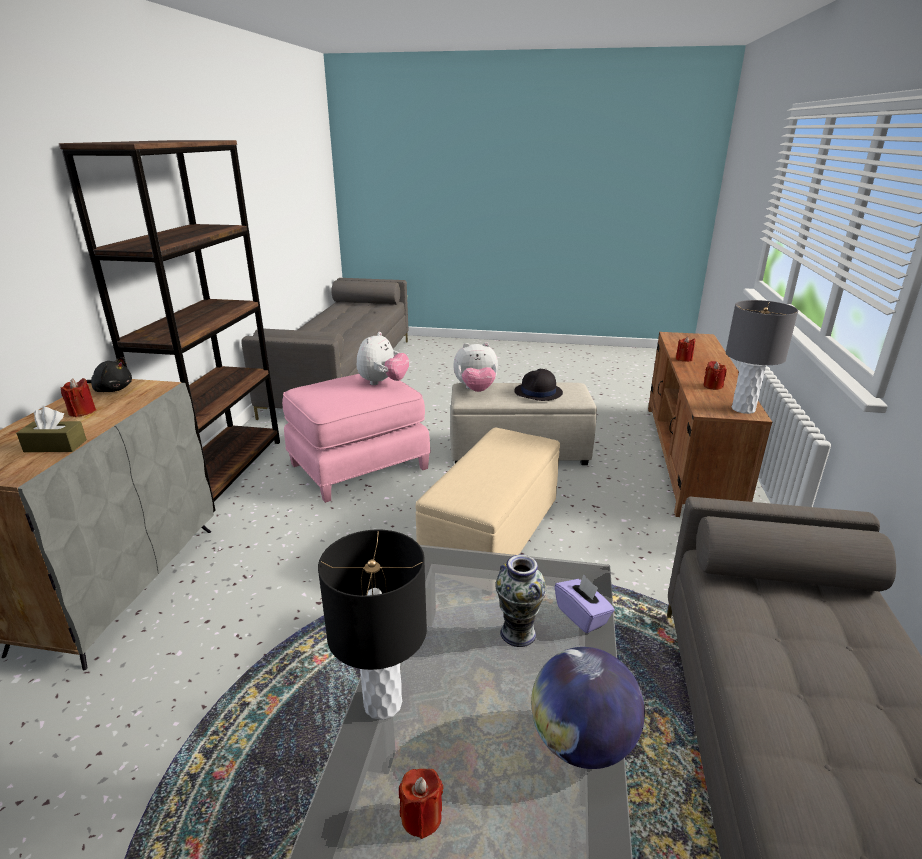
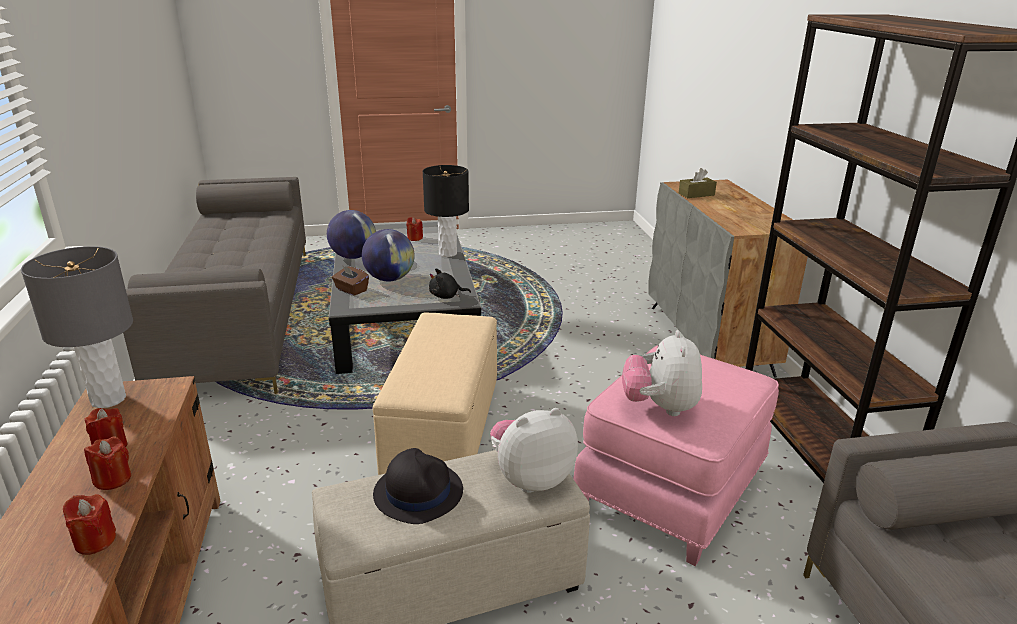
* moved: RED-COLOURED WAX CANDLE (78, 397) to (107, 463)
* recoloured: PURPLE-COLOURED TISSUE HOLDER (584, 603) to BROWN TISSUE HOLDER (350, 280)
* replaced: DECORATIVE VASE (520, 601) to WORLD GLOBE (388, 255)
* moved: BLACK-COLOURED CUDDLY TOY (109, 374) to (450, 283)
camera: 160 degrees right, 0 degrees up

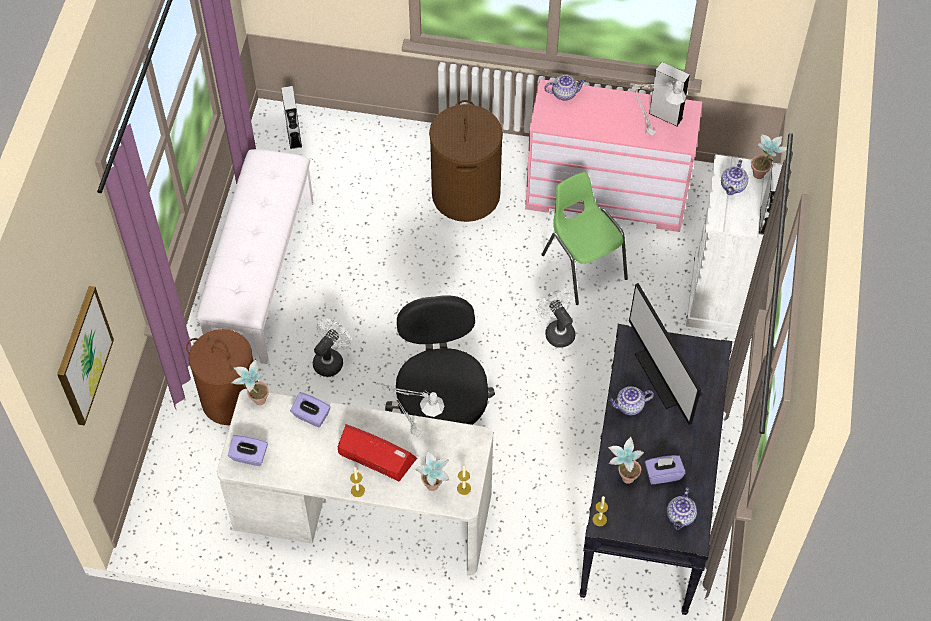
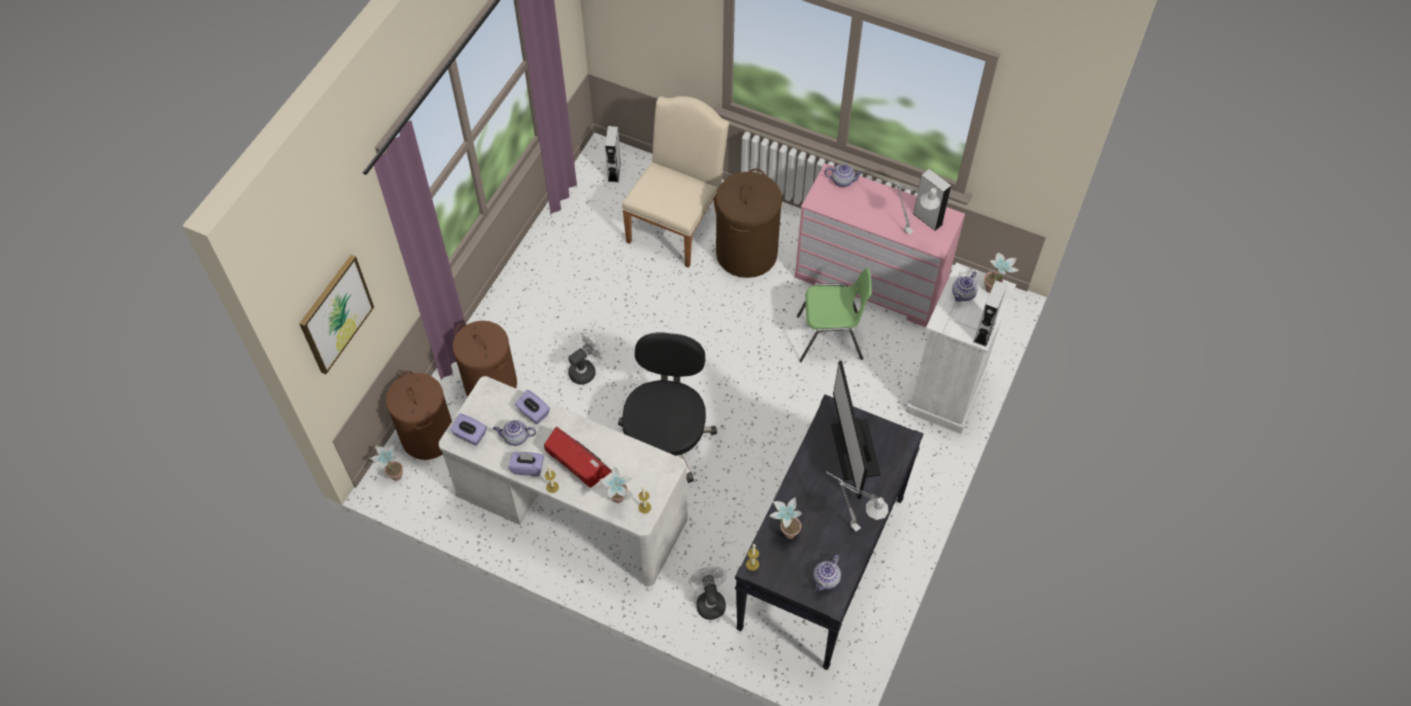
* moved: POTTED PLANT (250, 382) to (386, 462)
* added: BROWN HAMPER (419, 415)
* moved: POT FOR TEA (631, 400) to (514, 433)
* moved: PURPLE-COLOURED TISSUE HOLDER (665, 469) to (526, 464)
* added: BEIGE UPRIGHT CHAIR (675, 182)
* moved: WHITE COOLING FAN (556, 318) to (708, 593)
* turned: GREEN UPRIGHT CHAIR (584, 238) = (834, 315) 105 degrees clockwise
* moved: GRAY TABLE LAMP (408, 409) to (857, 501)
* removed: WHITE BENCH (255, 256)
camera: 15 degrees right, 0 degrees up

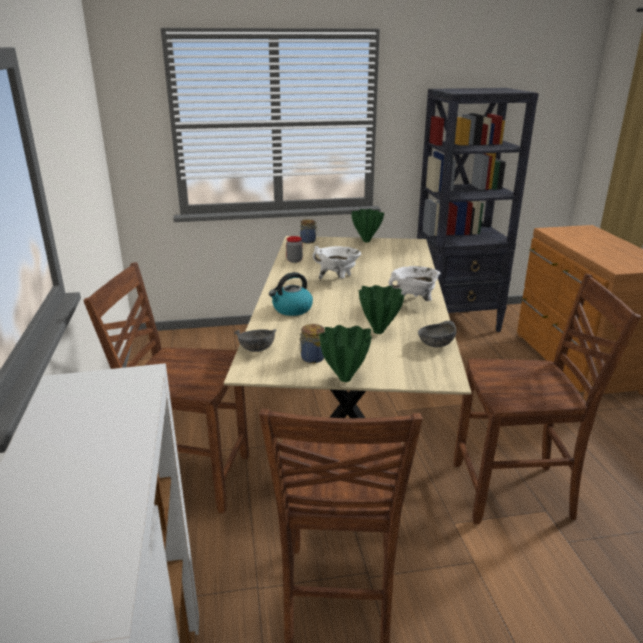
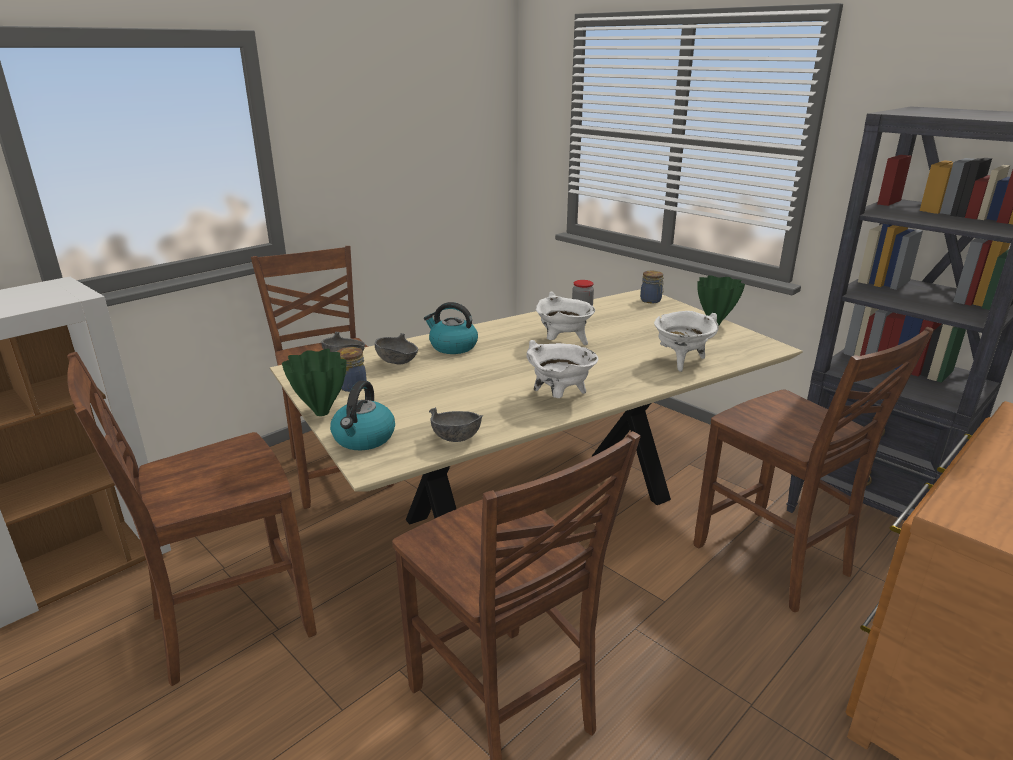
* added: KETTLE (362, 415)
* added: GRAY BOWL (396, 349)
* added: WHITE STOCKPOT (686, 341)
* added: BROWN UPRIGHT CHAIR (814, 469)
* removed: GREEN DECORATIVE VASE (381, 309)
camera: 55 degrees right, 0 degrees up

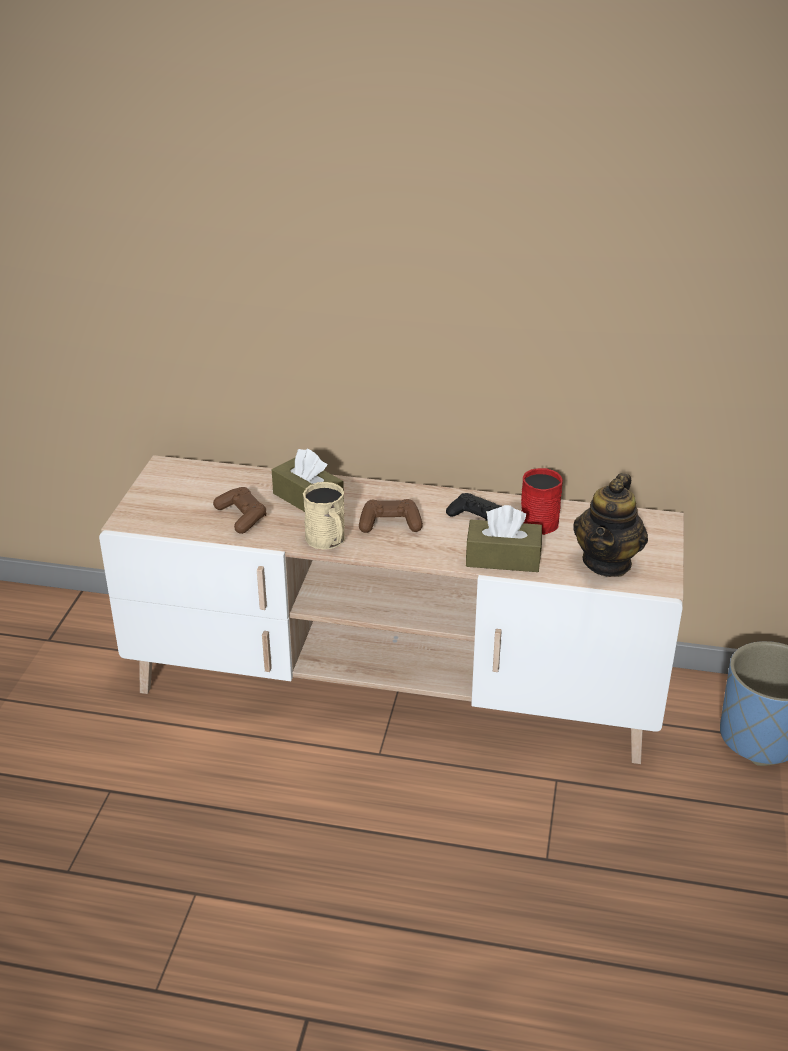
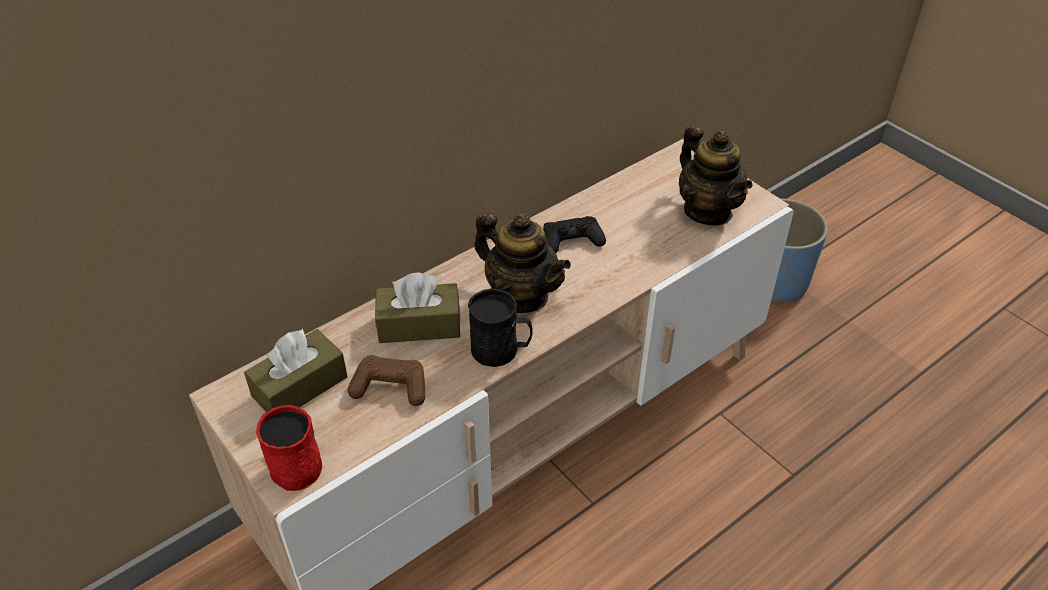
* moved: BROWN TISSUE HOLDER (504, 538) to (296, 370)
* moved: RED-COLOURED TEA MUG (542, 501) to (289, 448)
* recoloured: BEIGE TEA MUG (324, 515) to BLACK-COLOURED TEA MUG (500, 328)
* replaced: BROWN GAME CONTROLLER (391, 516) to POT FOR TEA (522, 262)
camera: 50 degrees left, 10 degrees up

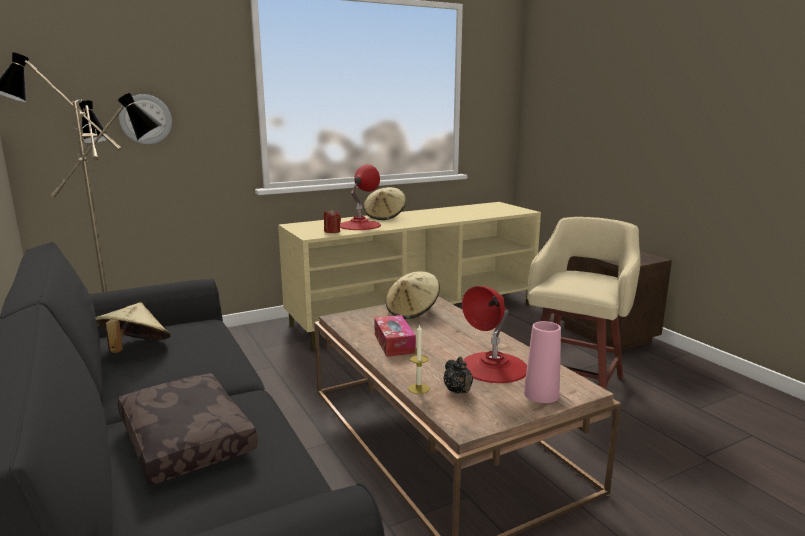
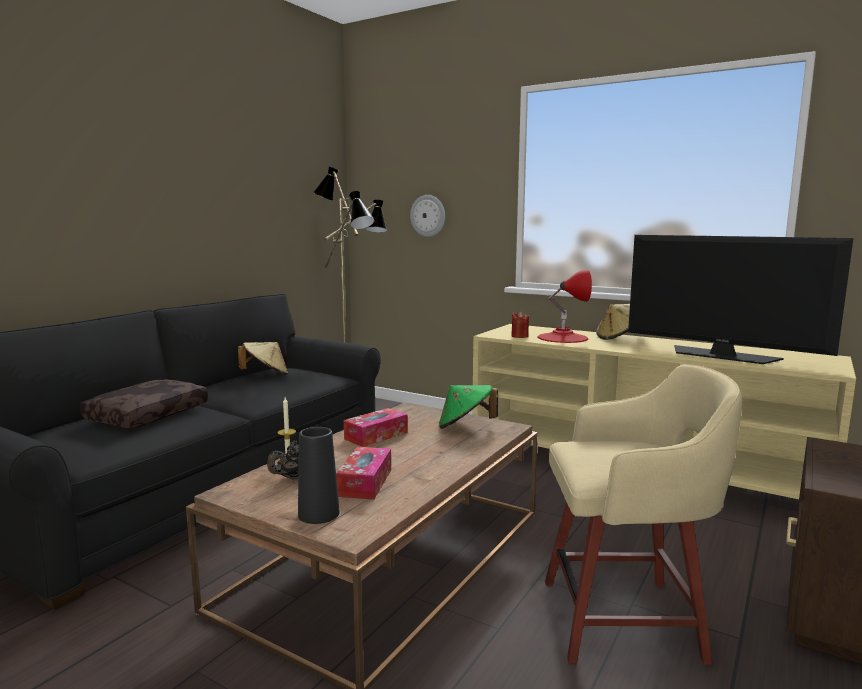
* recoloured: PINK DECORATIVE VASE (542, 362) to BLACK-COLOURED DECORATIVE VASE (319, 475)
* replaced: RED-COLOURED TABLE LAMP (494, 334) to TISSUE HOLDER (363, 473)
* recoloured: BEIGE WEARABLE HAT (413, 295) to GREEN WEARABLE HAT (468, 407)
* added: TELEVISION (740, 299)
camera: 60 degrees right, 5 degrees down

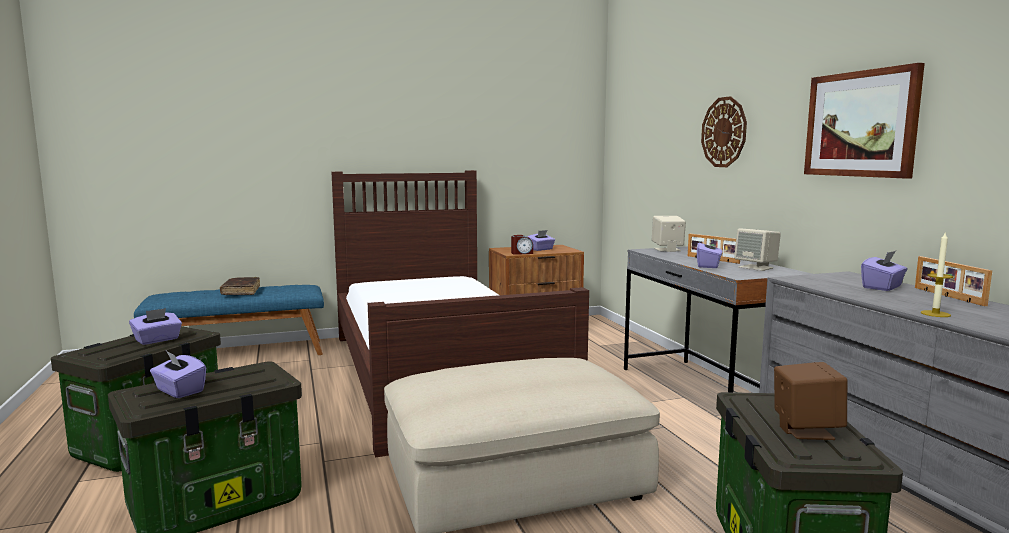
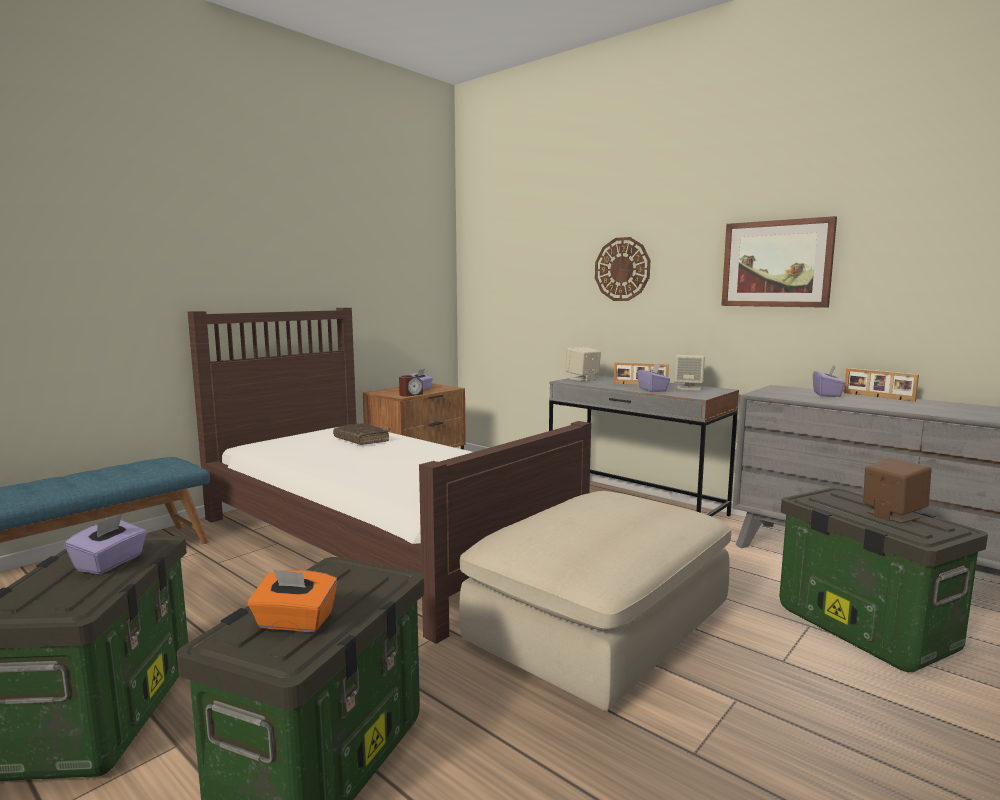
* recoloured: PURPLE-COLOURED TISSUE HOLDER (178, 374) to ORANGEY TISSUE HOLDER (293, 600)
* moved: BROWN BOOK (240, 286) to (361, 434)
* removed: WAX CANDLE (937, 274)
camera: 30 degrees left, 0 degrees up

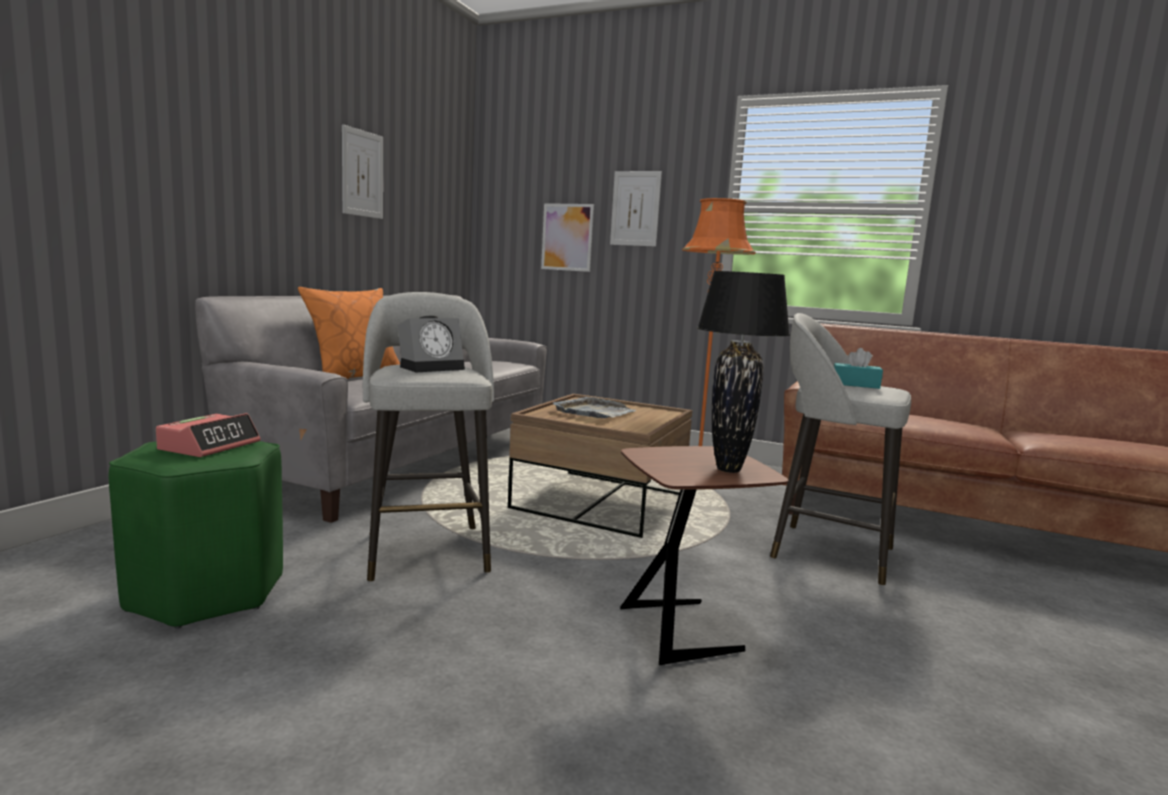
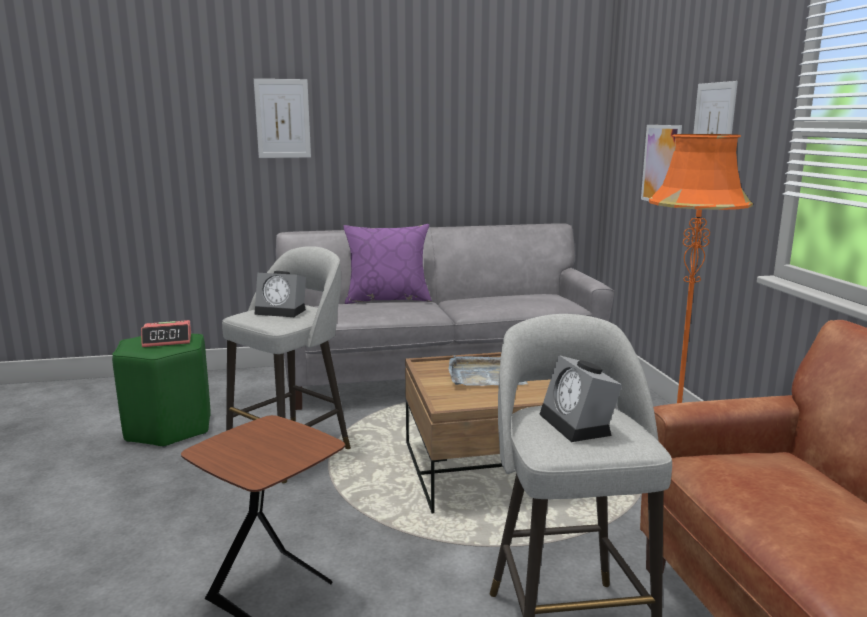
* moved: WALL PICTURE (362, 171) to (282, 118)
* recoloured: ORANGEY THROW PILLOW (349, 333) to PURPLE-COLOURED THROW PILLOW (387, 264)
* replaced: TURQUOISE TISSUE HOLDER (858, 368) to ALARM CLOCK (580, 398)
* removed: BLACK-COLOURED TABLE LAMP (743, 372)
camera: 55 degrees right, 5 degrees up

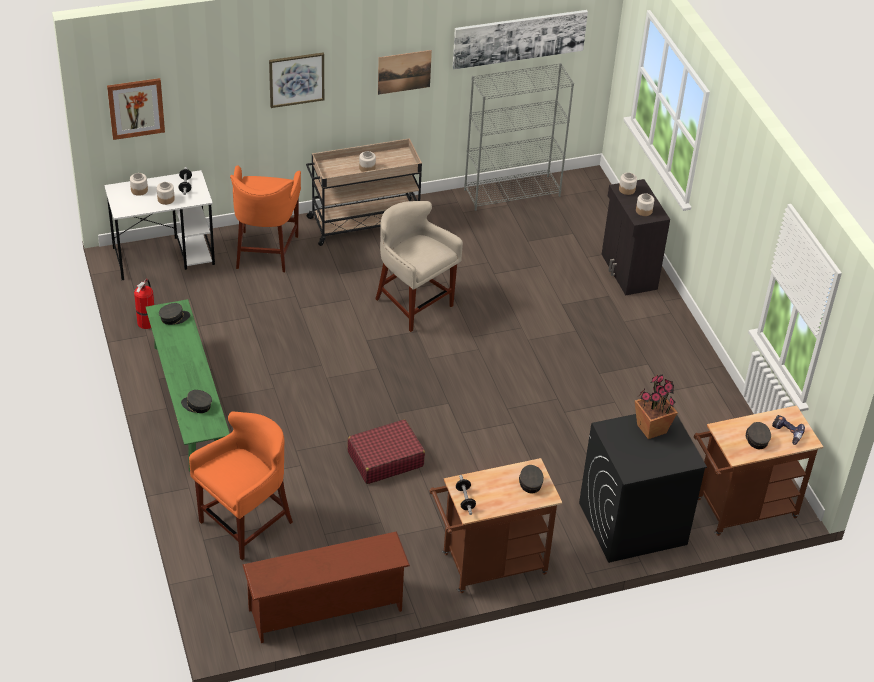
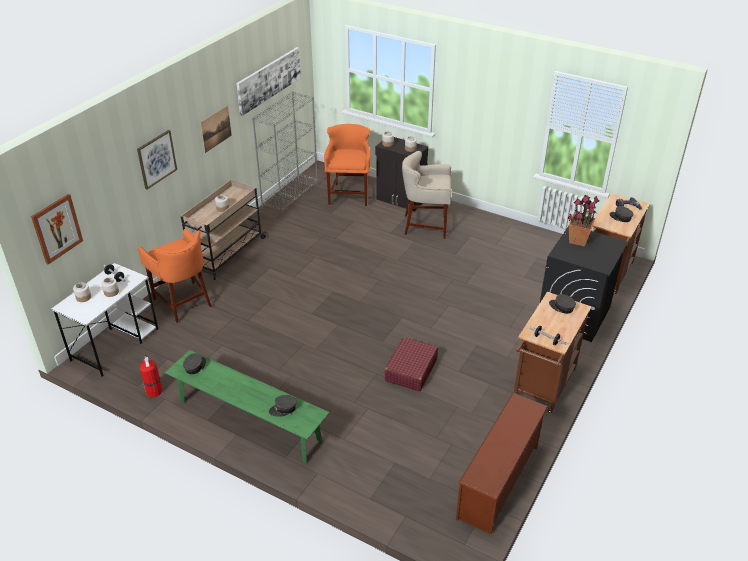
* moved: ORANGEY SITTING STOOL (241, 485) to (347, 165)
* moved: BEIGE SITTING STOOL (419, 266) to (426, 195)
camera: 40 degrees left, 5 degrees down

